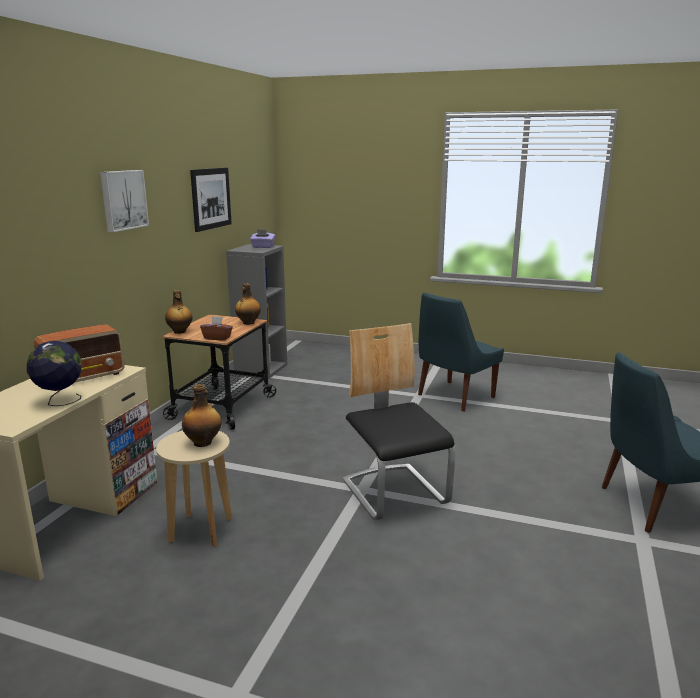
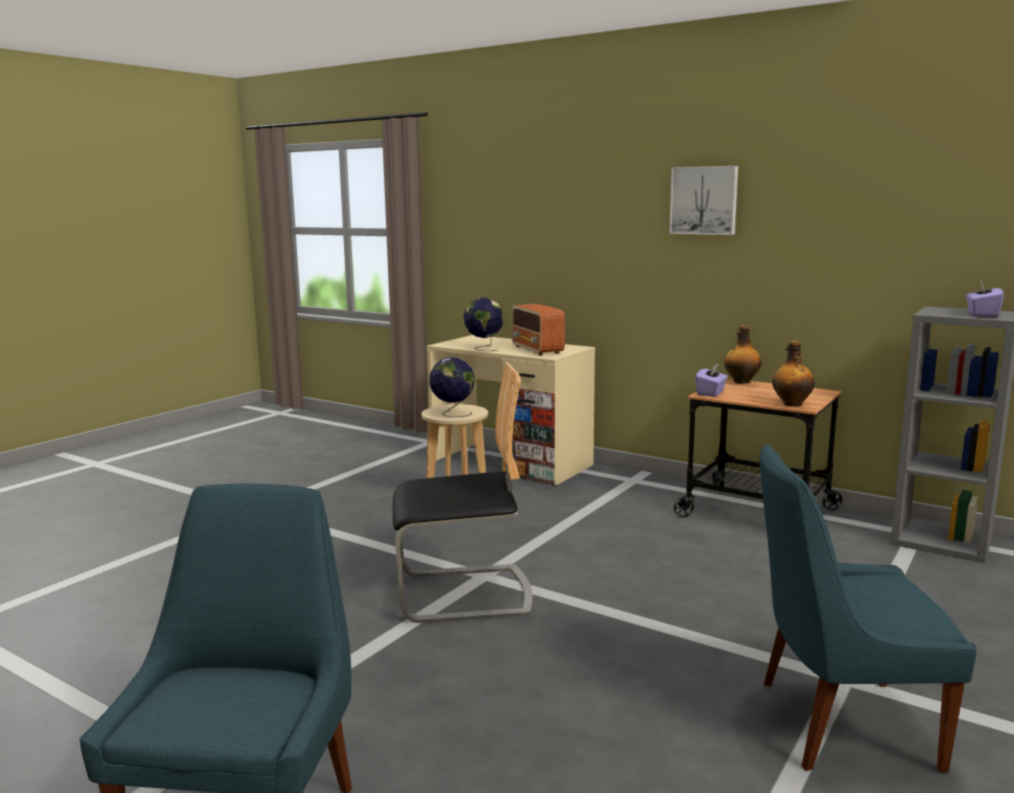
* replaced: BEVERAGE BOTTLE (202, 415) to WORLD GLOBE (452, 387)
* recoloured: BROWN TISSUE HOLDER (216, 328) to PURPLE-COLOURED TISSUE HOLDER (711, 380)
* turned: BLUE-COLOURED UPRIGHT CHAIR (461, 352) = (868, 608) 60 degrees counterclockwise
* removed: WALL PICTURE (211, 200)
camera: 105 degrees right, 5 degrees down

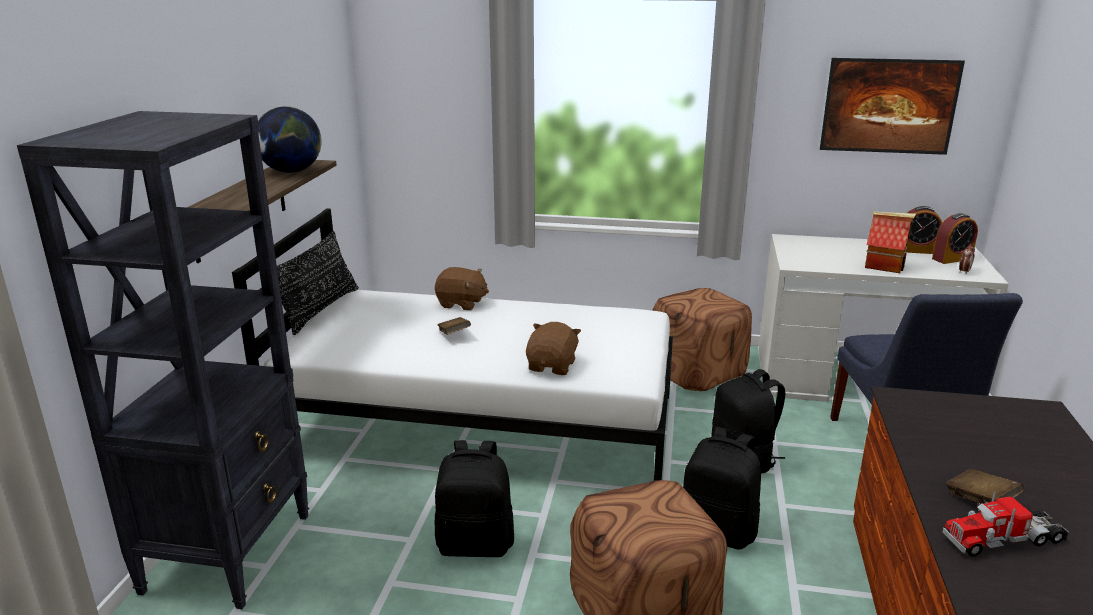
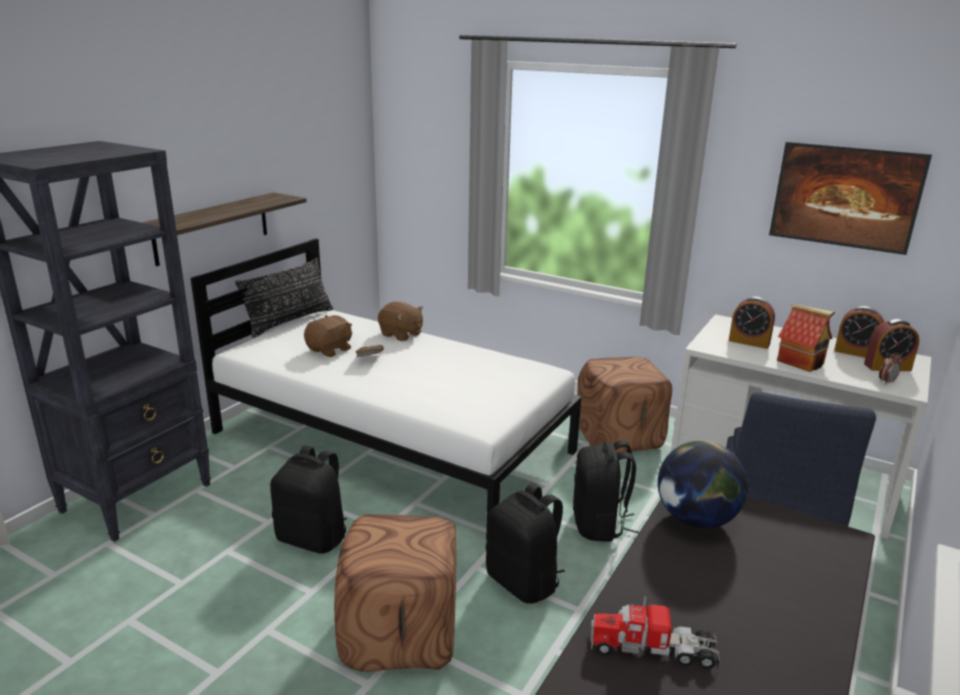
* moved: BROWN CUDDLY TOY (553, 348) to (328, 336)
* moved: WORLD GLOBE (289, 139) to (703, 485)
* added: ALARM CLOCK (752, 323)
* removed: BROWN BOOK (984, 486)
camera: 20 degrees right, 0 degrees up

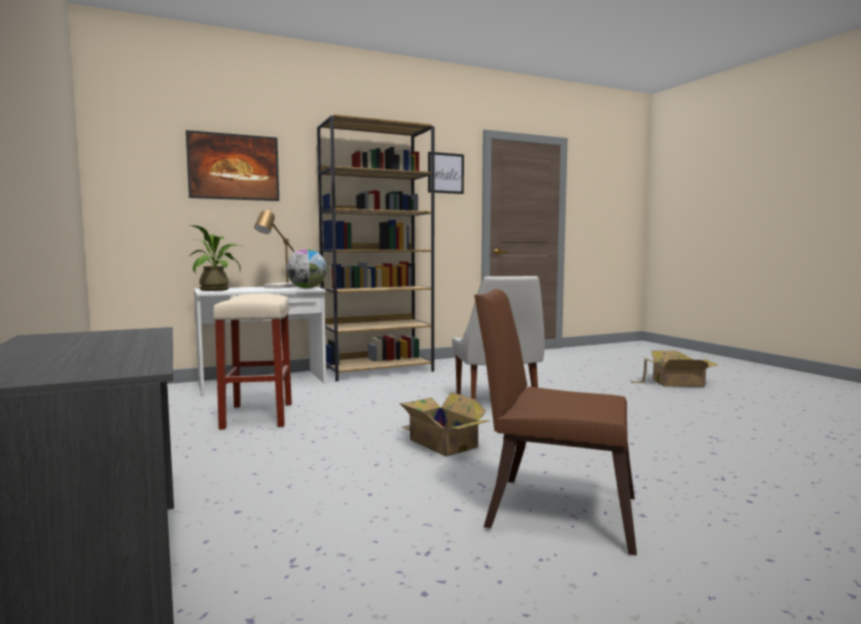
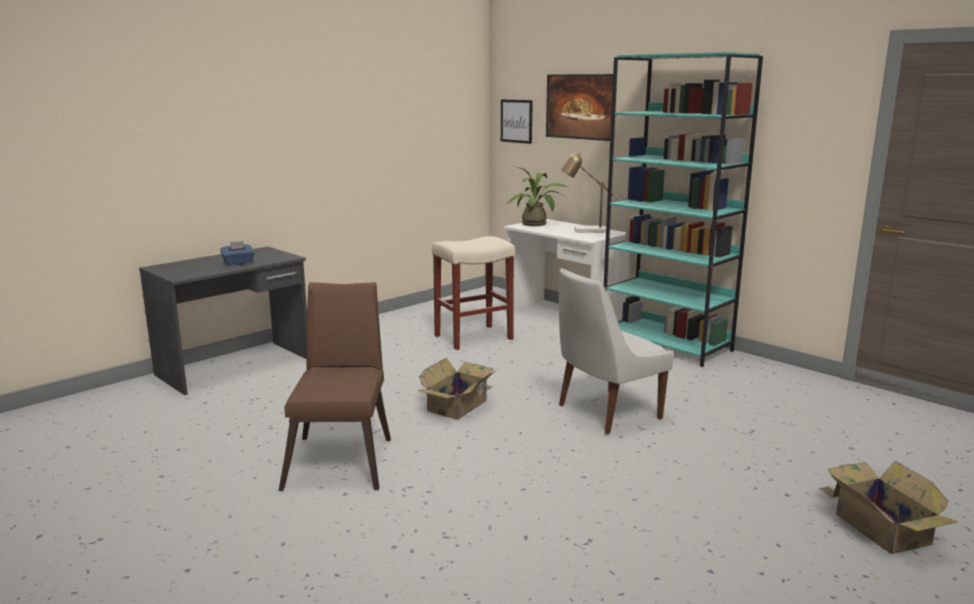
* added: BLUE-COLOURED TISSUE HOLDER (237, 253)
* moved: WALL PICTURE (446, 173) to (517, 121)
* recoloured: BROWN SHELVING UNIT (375, 247) to TURQUOISE SHELVING UNIT (683, 209)
* removed: WORLD GLOBE (306, 268)
camera: 70 degrees right, 10 degrees up

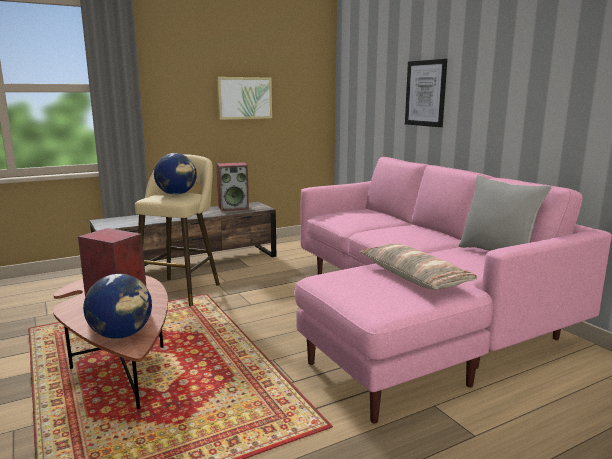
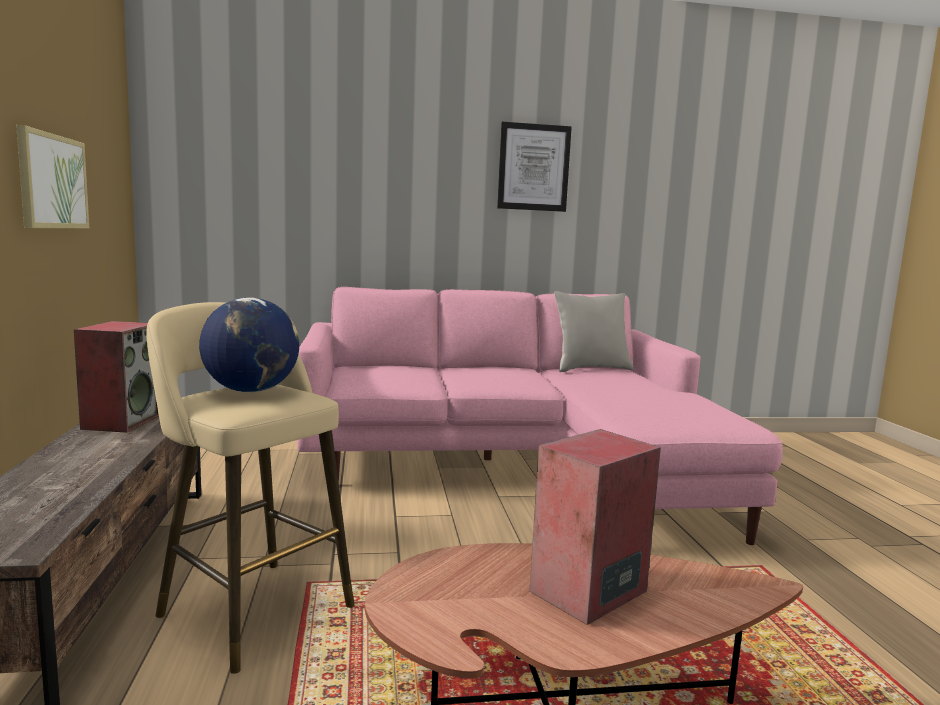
* moved: WALL PICTURE (426, 93) to (534, 167)
* removed: WORLD GLOBE (117, 306)
* removed: THROW PILLOW (418, 266)
camera: 70 degrees left, 5 degrees down

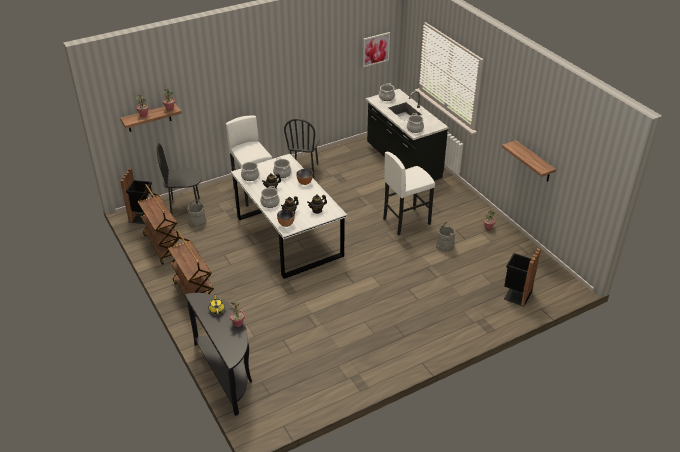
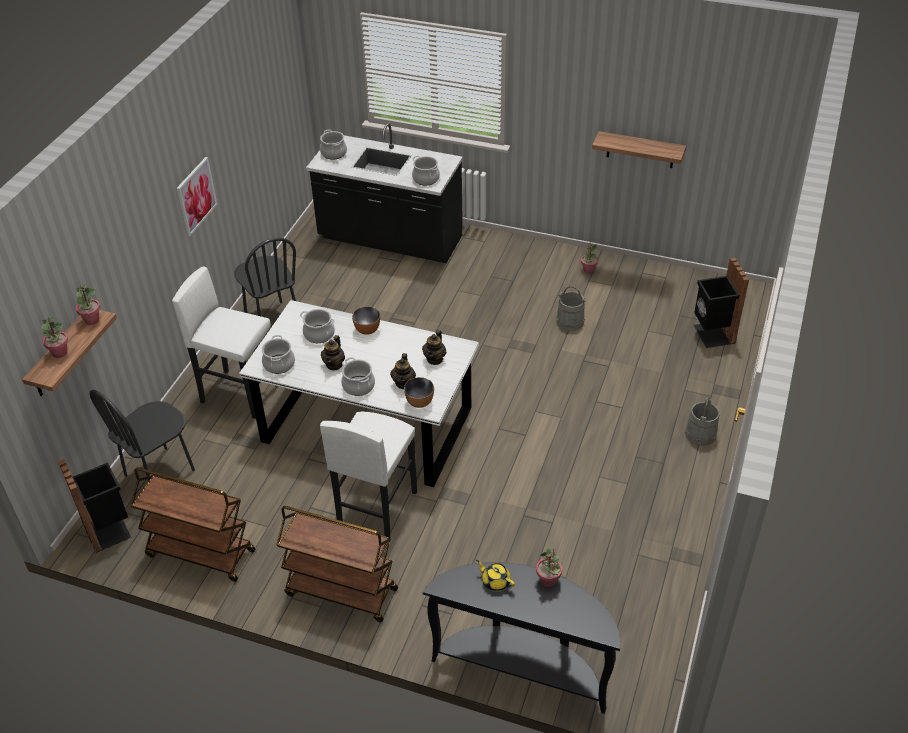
* moved: WALL PICTURE (376, 49) to (197, 196)
* moved: WHITE SITTING STOOL (409, 193) to (368, 475)
* moved: GRAY BUCKET (197, 214) to (702, 421)
camera: 40 degrees left, 5 degrees up

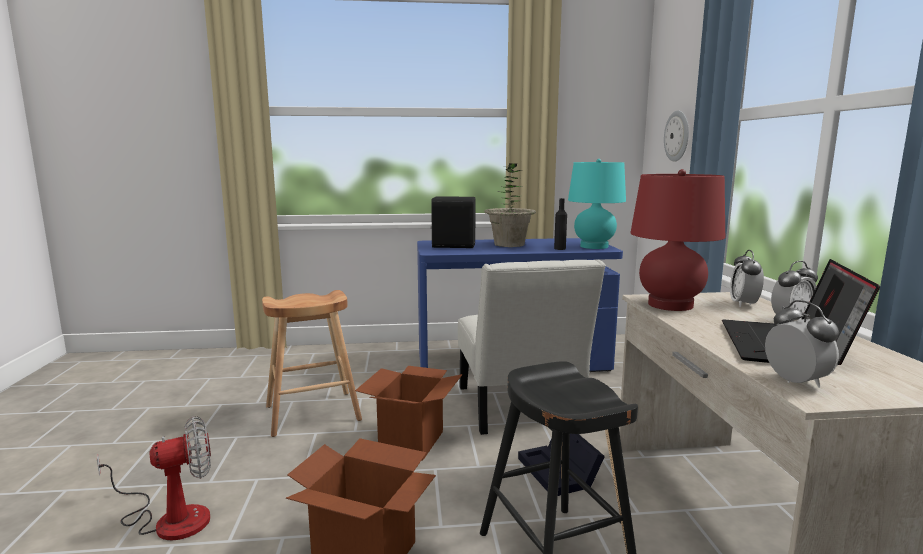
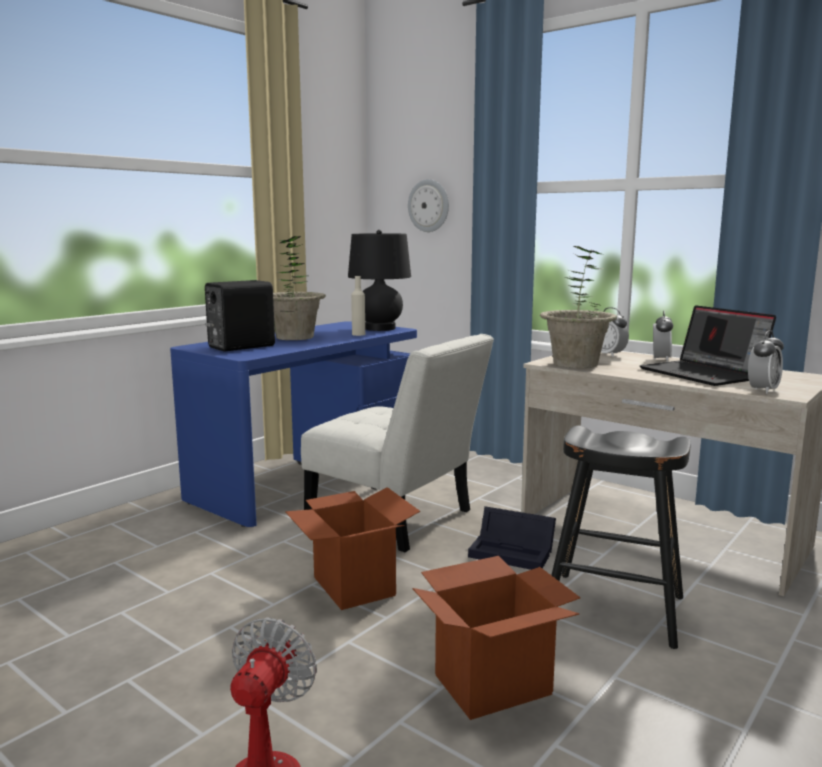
* recoloured: TURQUOISE TABLE LAMP (597, 204) to BLACK-COLOURED TABLE LAMP (379, 280)
* recoloured: BLACK-COLOURED BEVERAGE BOTTLE (560, 224) to BEIGE BEVERAGE BOTTLE (358, 306)
* replaced: RED-COLOURED TABLE LAMP (678, 240) to POTTED PLANT (578, 307)
* turned: ALARM CLOCK (802, 344) = (766, 362) 105 degrees clockwise
* removed: BROWN SITTING STOOL (312, 363)
camera: 45 degrees left, 0 degrees up

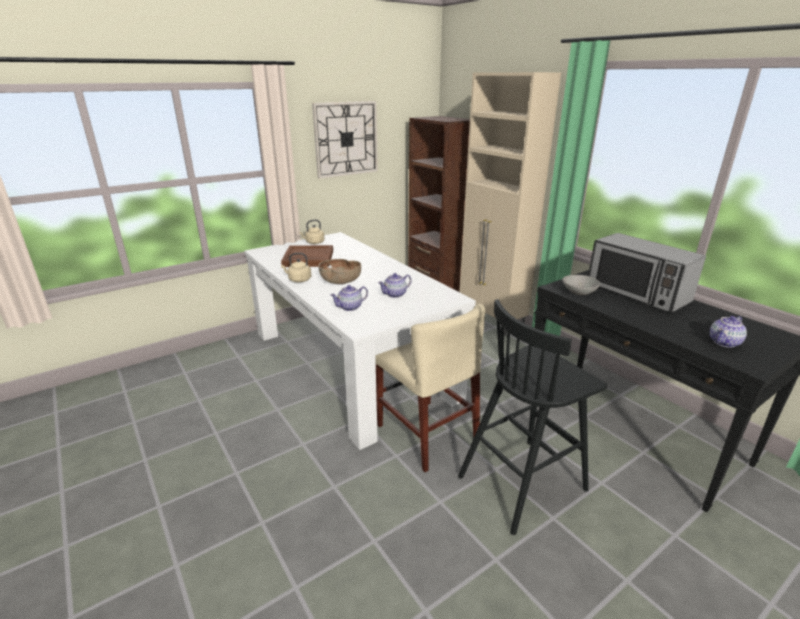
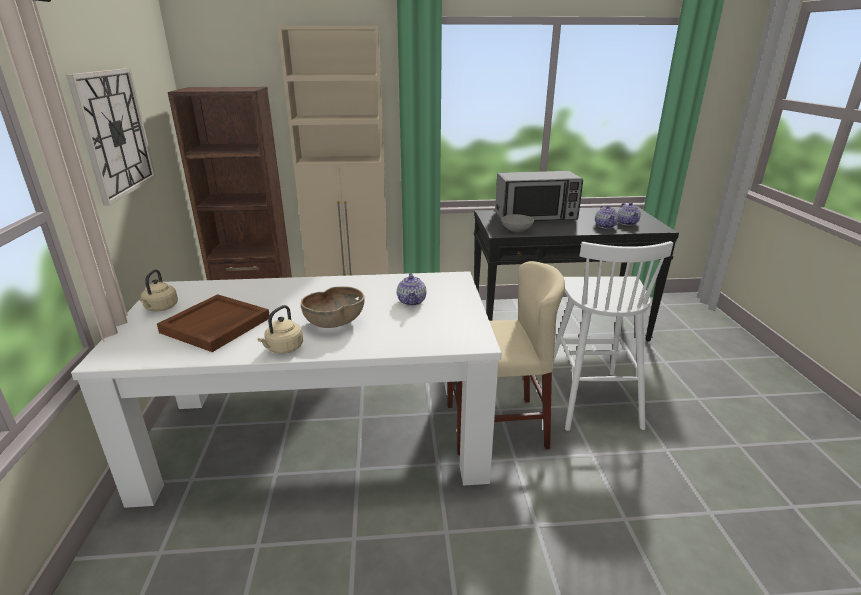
* recoloured: BLACK-COLOURED SITTING STOOL (532, 417) to WHITE SITTING STOOL (613, 336)
* moved: POT FOR TEA (349, 298) to (607, 217)
camera: 60 degrees left, 0 degrees up

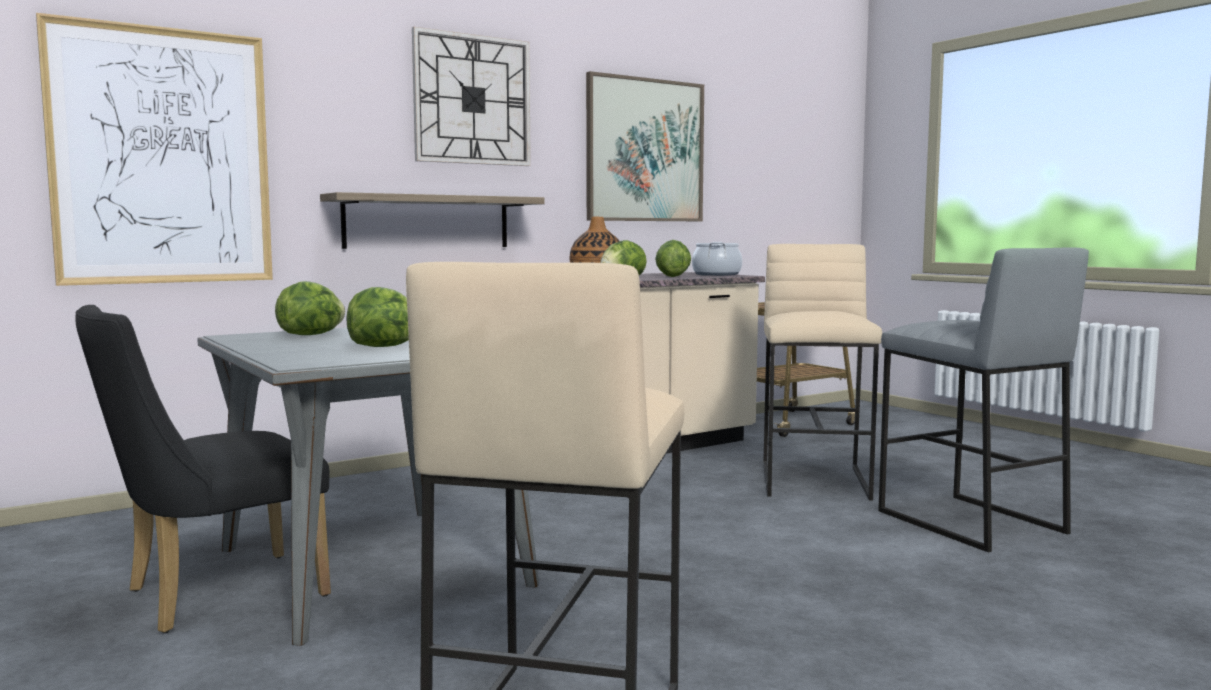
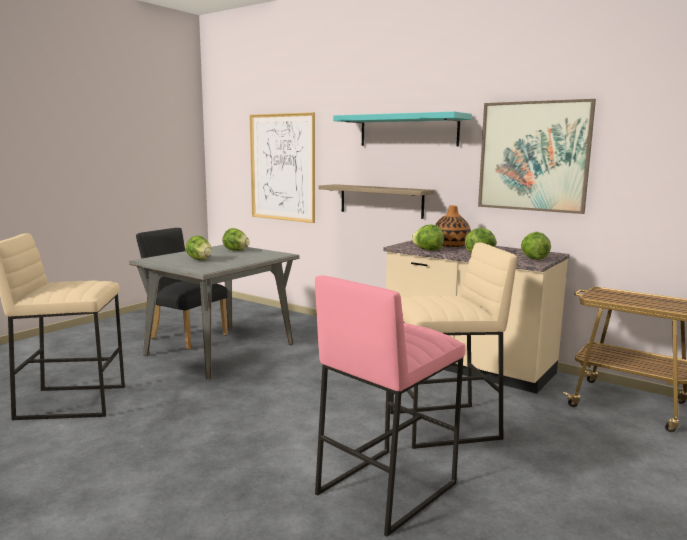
* recoloured: GRAY SITTING STOOL (983, 399) to PINK SITTING STOOL (390, 406)
* replaced: WALL CLOCK (471, 96) to TURQUOISE BRACKET SHELF (402, 129)
* replaced: STOCKPOT (717, 259) to HEAD OF LETTUCE (536, 246)
camera: 70 degrees right, 5 degrees up

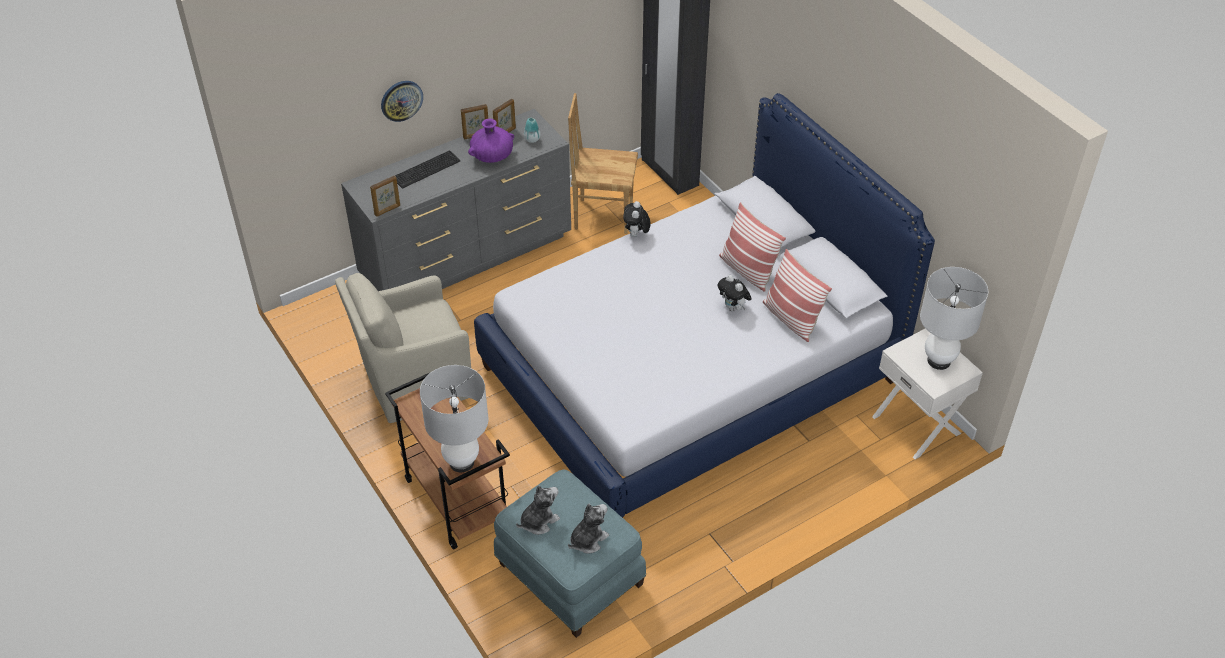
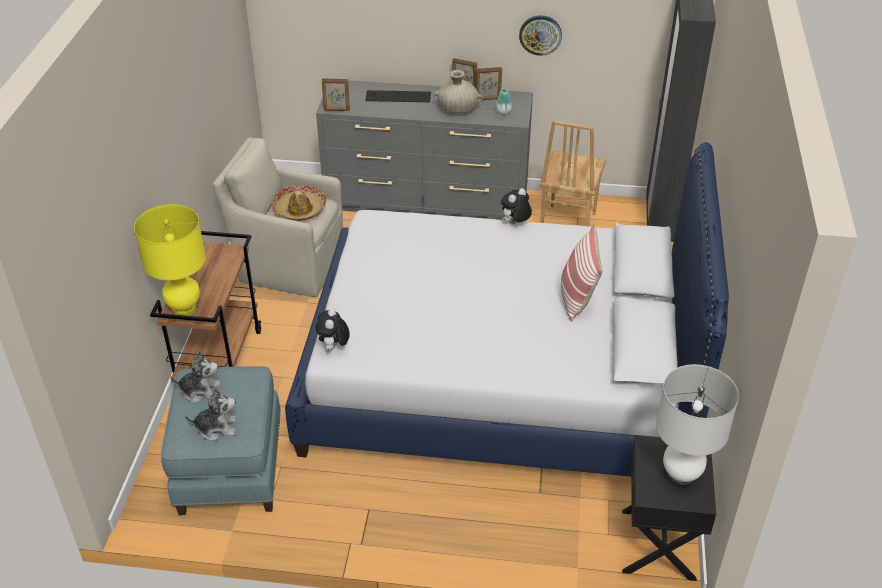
* recoloured: WHITE TABLE LAMP (454, 418) to YELLOWISH TABLE LAMP (170, 260)
* added: WEARABLE HAT (299, 203)
* moved: CUDDLY TOY (735, 293) to (333, 329)
* recoloured: PURPLE-COLOURED DECORATIVE VASE (491, 141) to BEIGE DECORATIVE VASE (458, 92)
* moved: WALL CLOCK (402, 101) to (540, 35)
* turned: BROWN UPRIGHT CHAIR (603, 163) = (572, 173) 120 degrees counterclockwise
* recoloured: WHITE BEDSIDE TABLE (927, 394) to BLACK-COLOURED BEDSIDE TABLE (669, 508)
* removed: THROW PILLOW (797, 295)
camera: 40 degrees right, 5 degrees down

